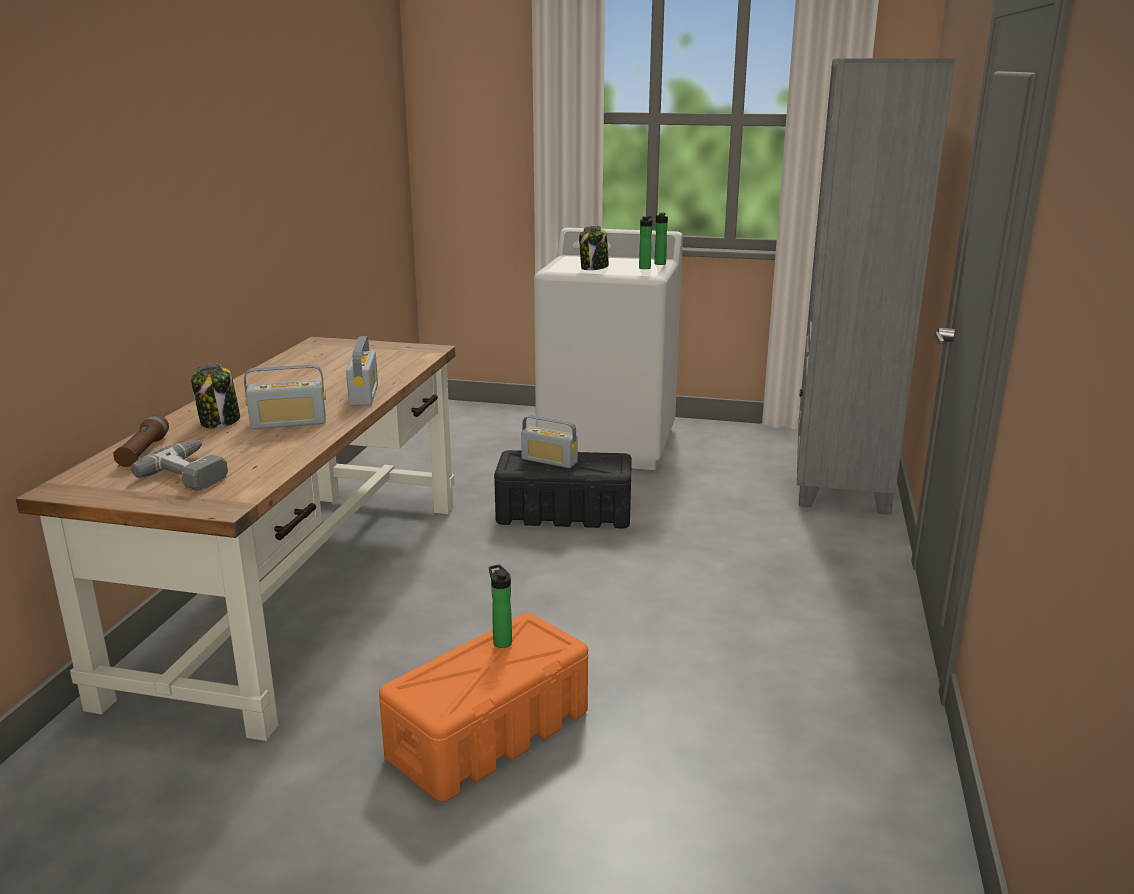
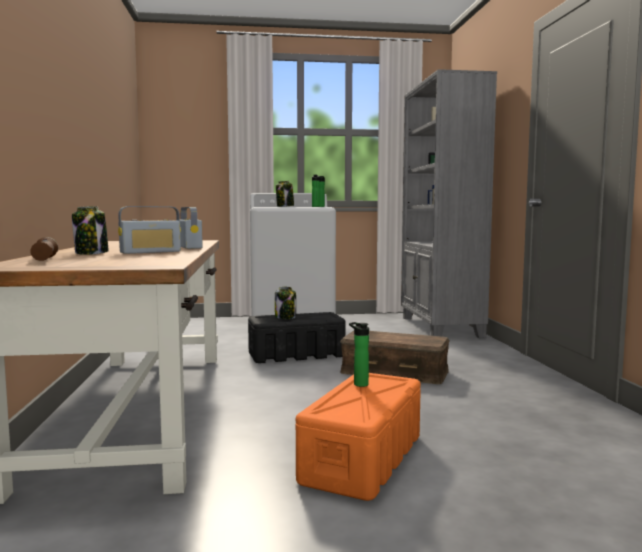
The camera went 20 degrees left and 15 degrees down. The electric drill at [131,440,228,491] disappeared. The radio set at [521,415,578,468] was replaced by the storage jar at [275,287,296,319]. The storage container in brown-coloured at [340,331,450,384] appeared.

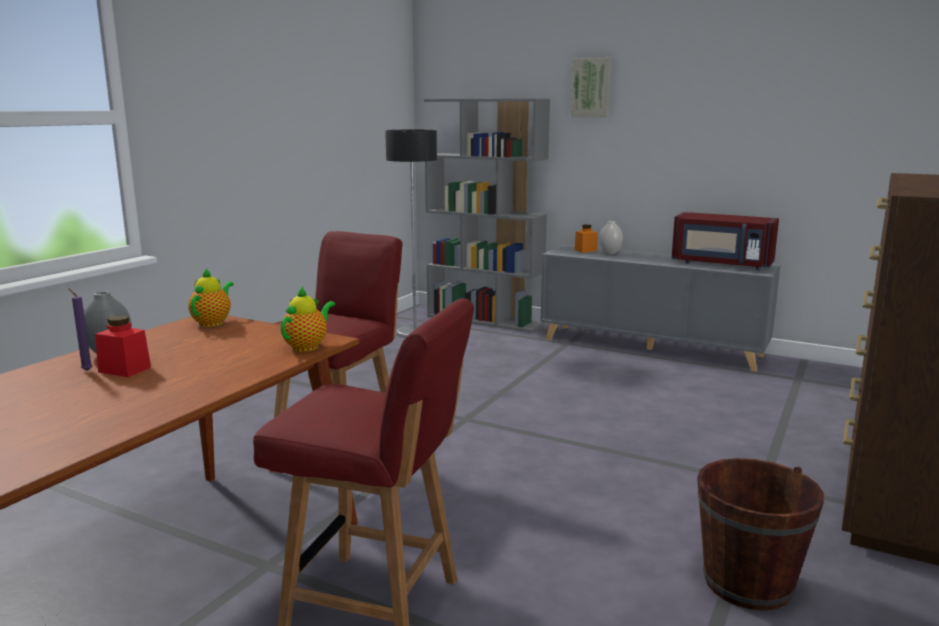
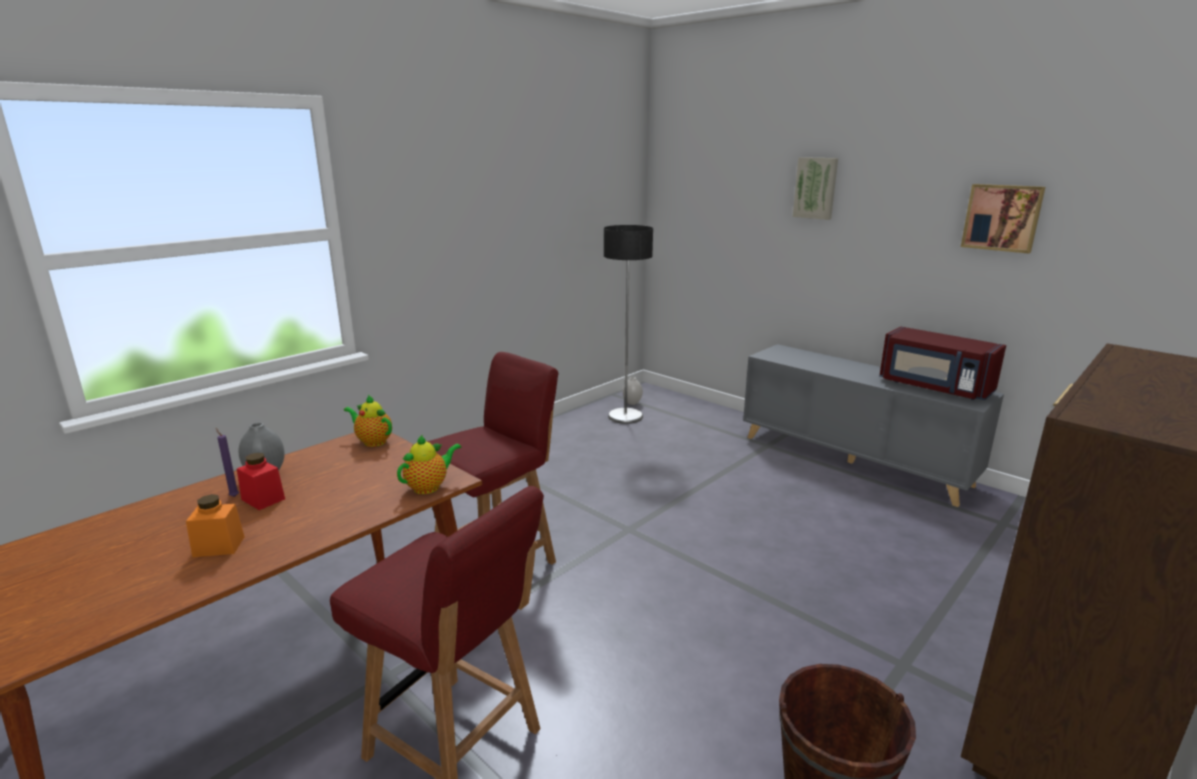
The camera went 15 degrees right and 5 degrees up. The tea pot at [188,268,234,327] turned 90 degrees counterclockwise. The bookcase in greyish at [424,99,550,332] disappeared. The storage jar in orange moved from [574,225,598,253] to [186,494,244,557]. The flower vase in white moved from [599,221,623,254] to [623,377,643,405]. The wall picture at [961,184,1045,254] appeared.

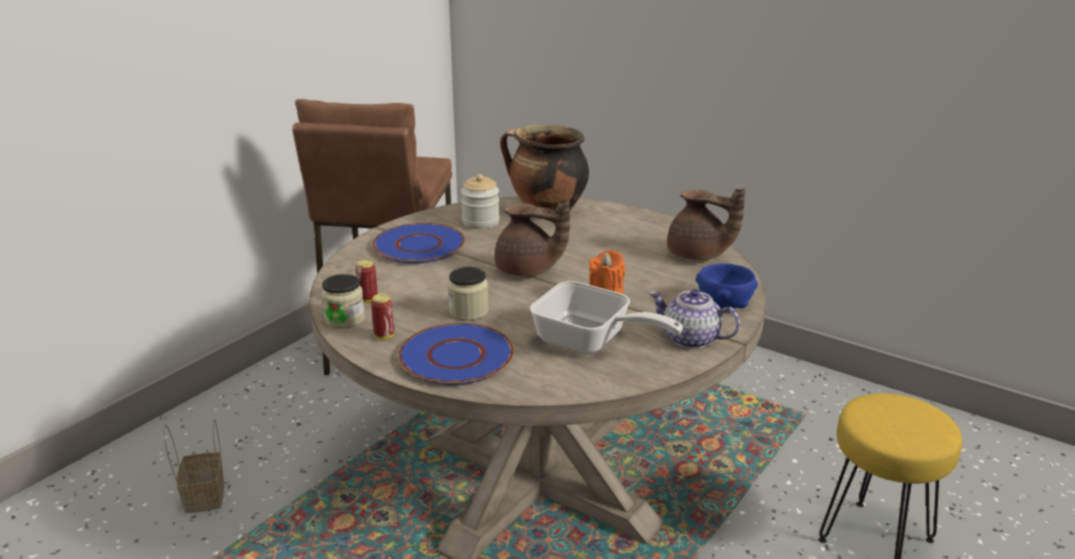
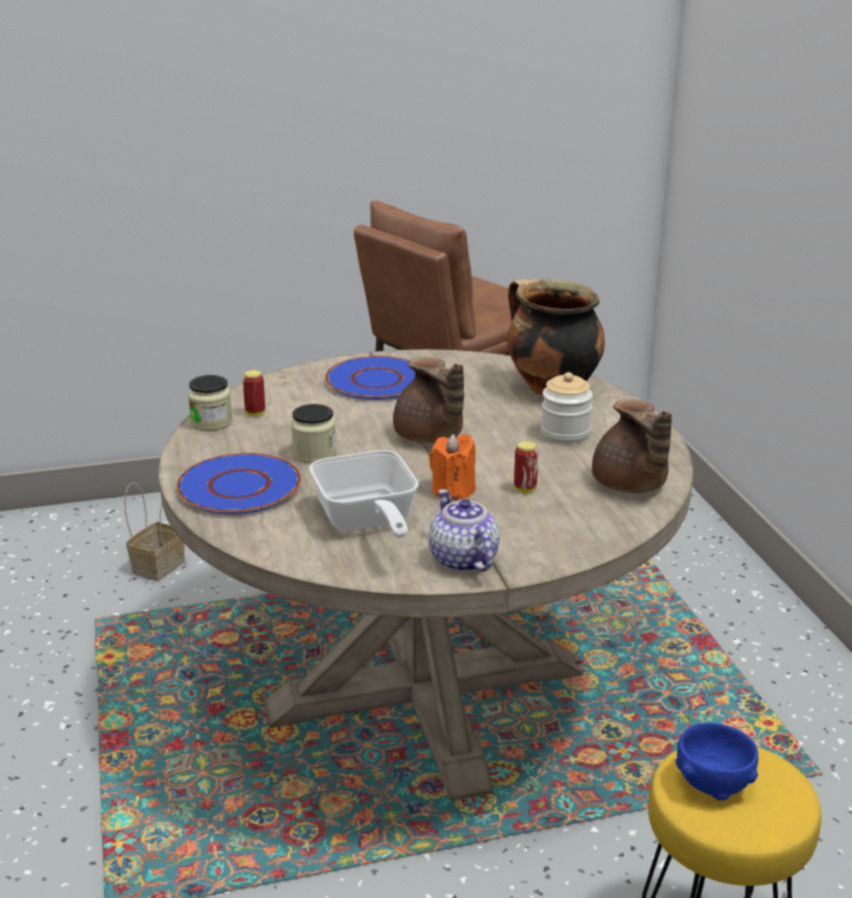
The camera went 40 degrees right and 0 degrees up. The can moved from [371,294,394,340] to [514,441,538,493]. The storage jar moved from [461,174,500,229] to [541,372,593,444]. The serving bowl in bluish moved from [696,263,758,308] to [675,722,758,801].

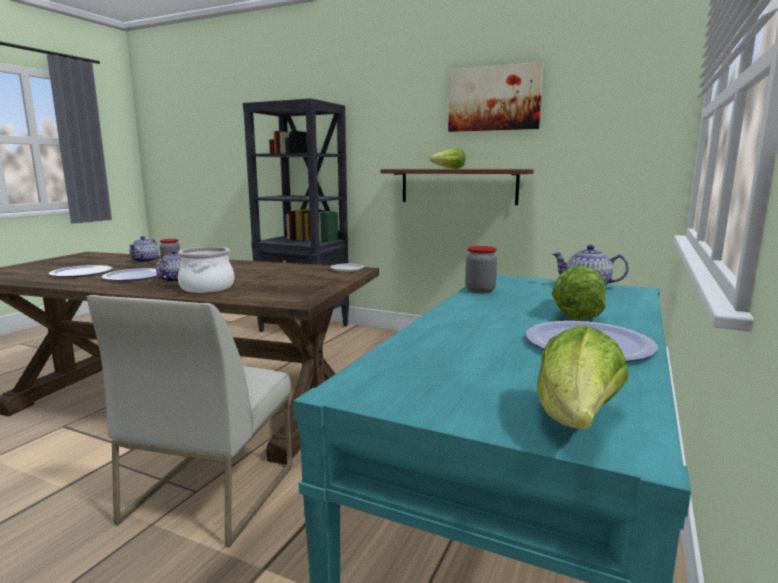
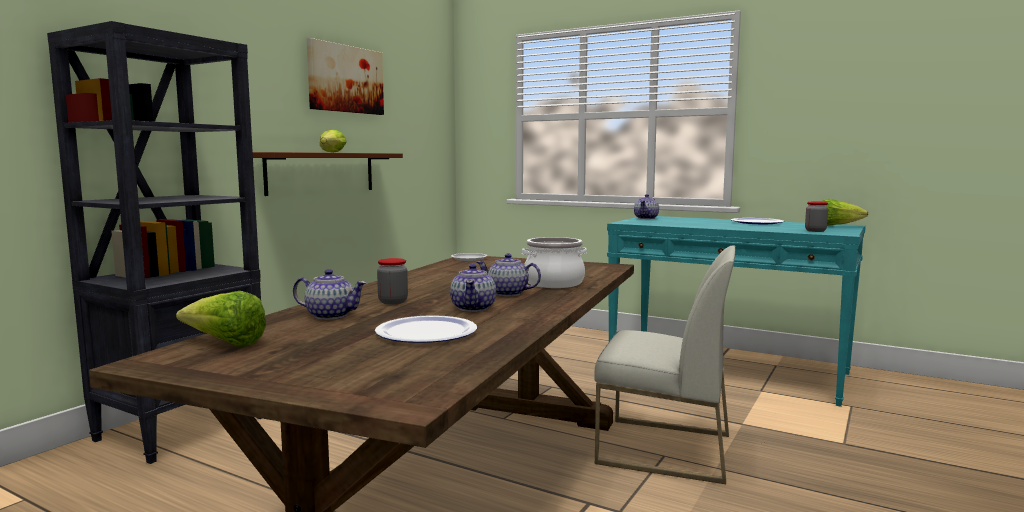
The camera went 85 degrees left and 5 degrees down. The dinner plate at [102,268,158,281] was replaced by the tea pot at [450,264,496,312]. The storage jar moved from [465,246,497,293] to [805,201,828,232]. The head of lettuce moved from [552,266,606,320] to [176,291,266,346].

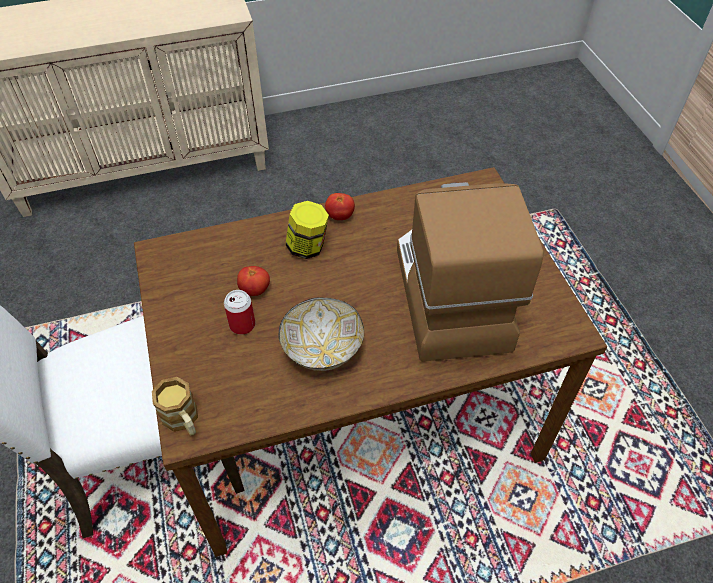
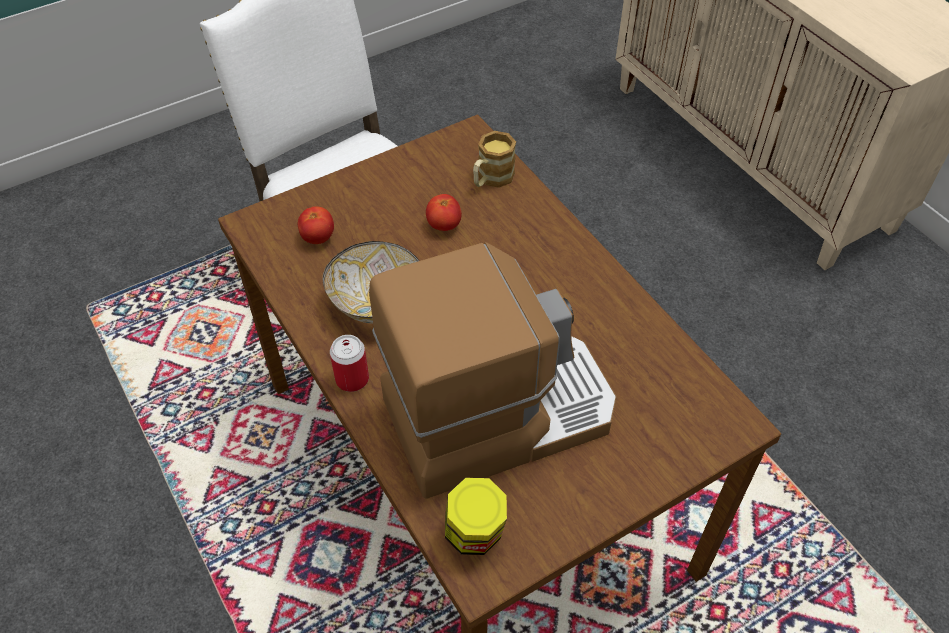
The camera went 75 degrees right and 0 degrees up. The tea mug moved from [152,377,198,436] to [473,131,516,188]. The can moved from [224,290,255,335] to [330,335,369,392]. The storage jar moved from [285,201,329,259] to [445,478,507,555]. The tomato moved from [325,193,355,220] to [298,206,334,244].

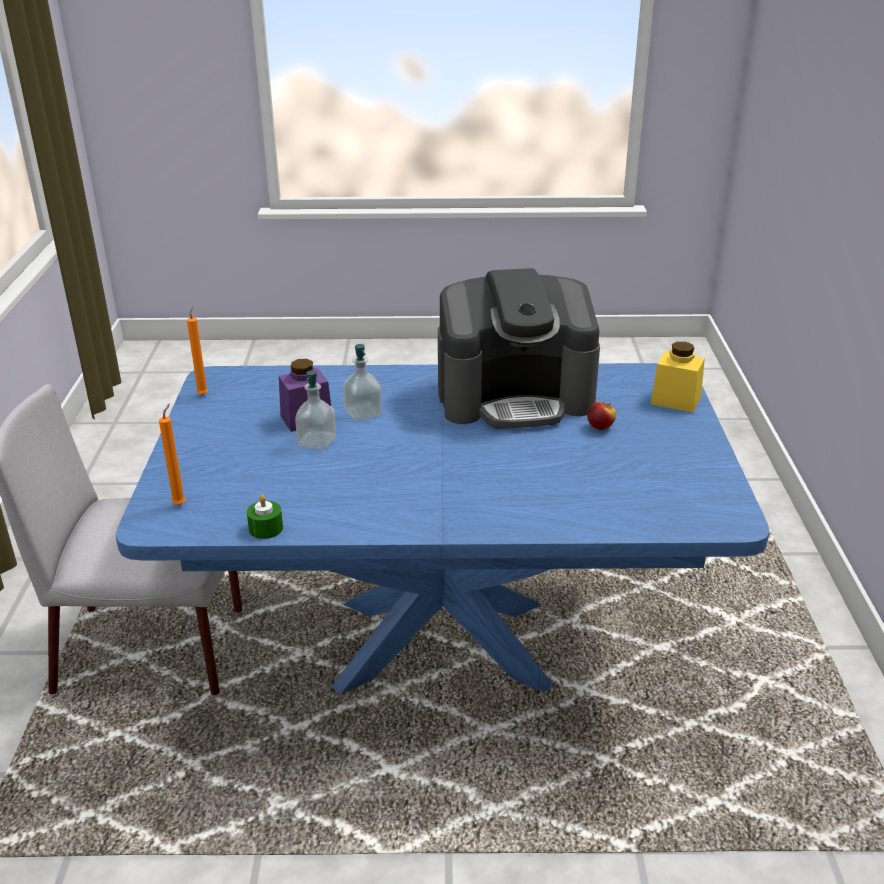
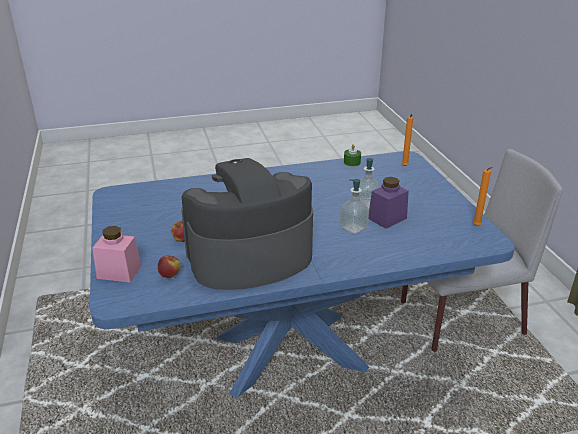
The camera went 165 degrees right and 0 degrees up. The storage jar in yellowish at [651,342,705,413] became the storage jar in pink at [92,226,141,282]. The apple at [158,256,180,278] appeared.

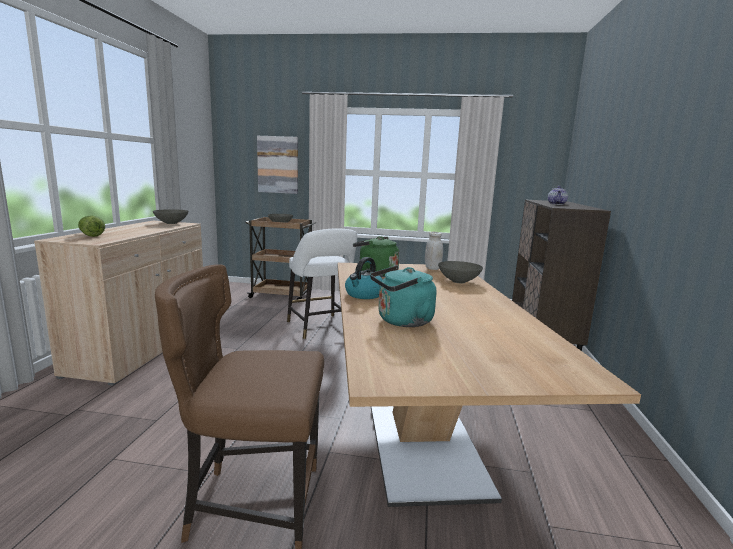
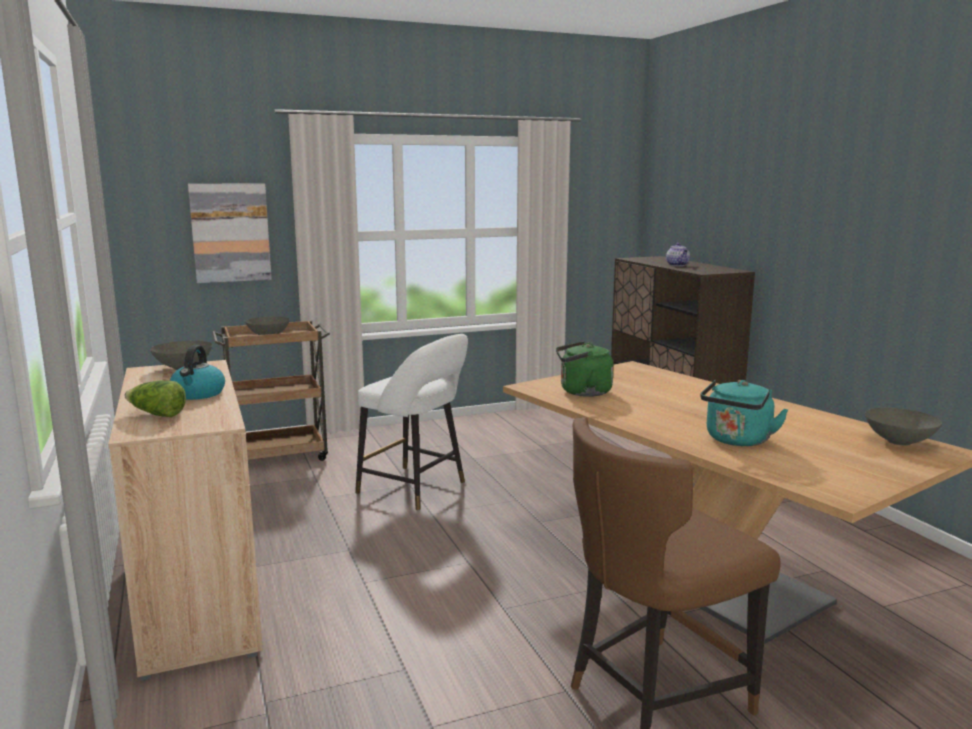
The camera went 30 degrees left and 0 degrees up. The tea kettle moved from [345,257,383,299] to [170,345,225,400]. The storage jar in white at [425,232,443,270] disappeared. The serving bowl in greyish moved from [438,261,483,283] to [865,408,942,446].

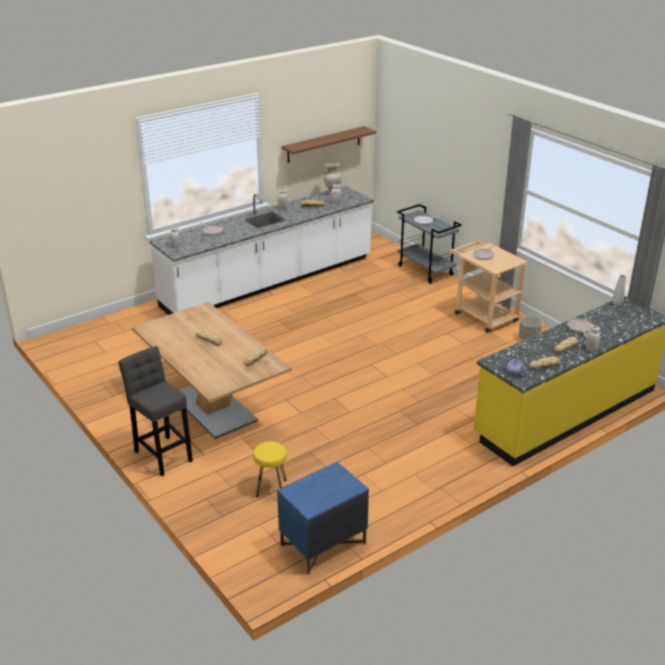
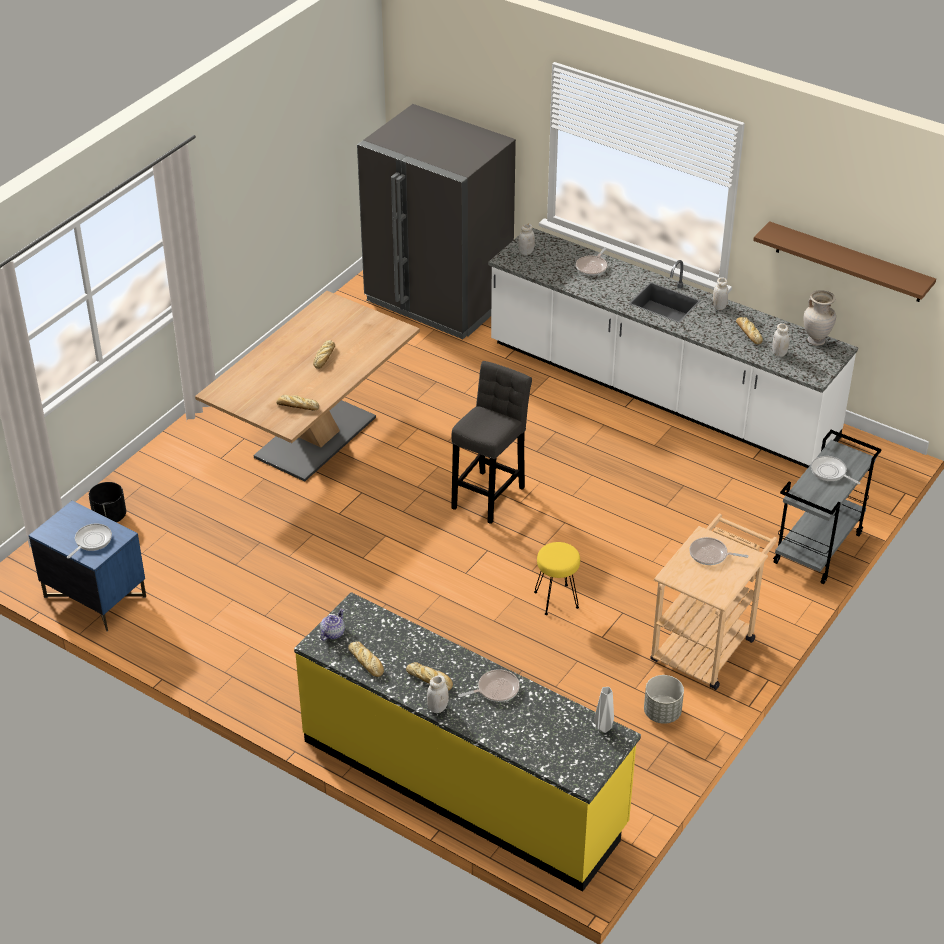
The camera went 70 degrees right and 10 degrees up. The stool in greyish moved from [118,346,193,476] to [451,361,532,524]. The stool in yellowish moved from [253,442,287,497] to [534,542,580,615]. The pan at [67,523,112,558] appeared. The plant pot in black at [89,482,126,523] appeared. The refrigerator in greyish at [357,104,516,339] appeared.

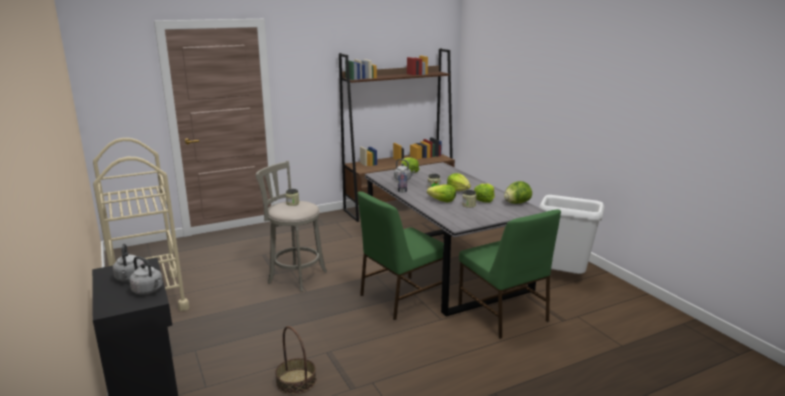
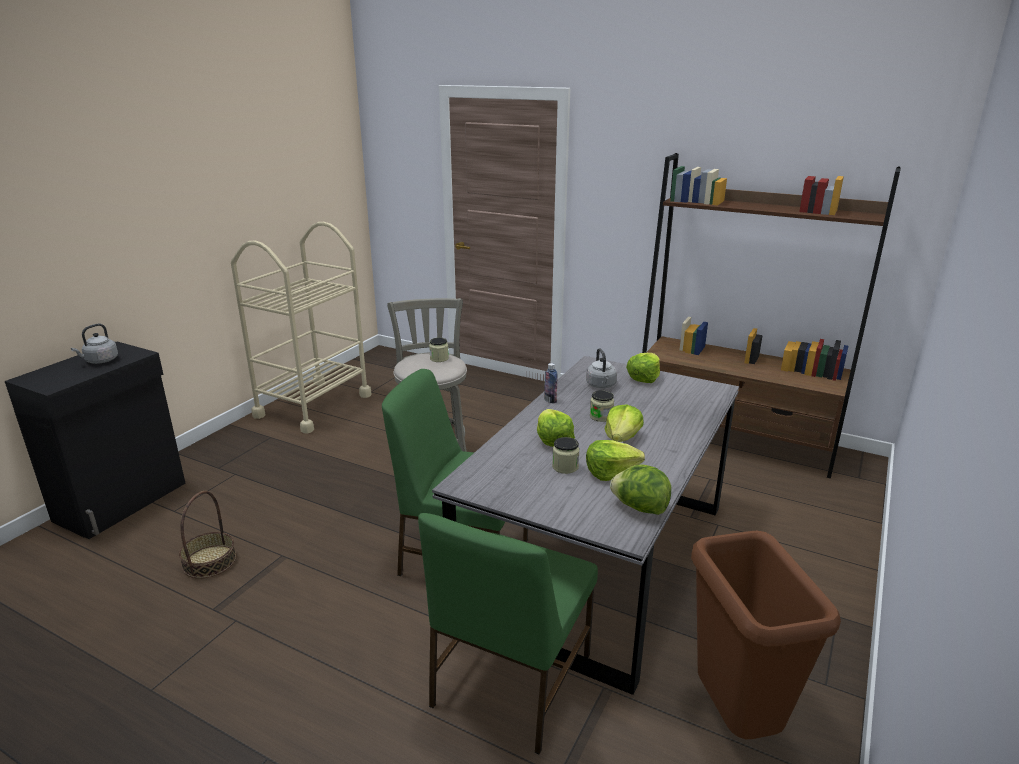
The camera went 55 degrees right and 5 degrees up. The tea kettle in greyish at [129,256,163,295] disappeared. The trash can in white at [539,195,604,274] became the trash can in brown-coloured at [691,531,841,739].

